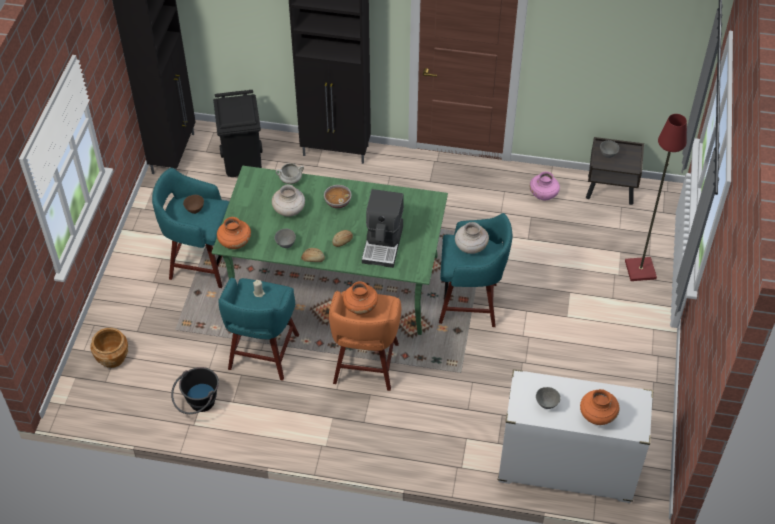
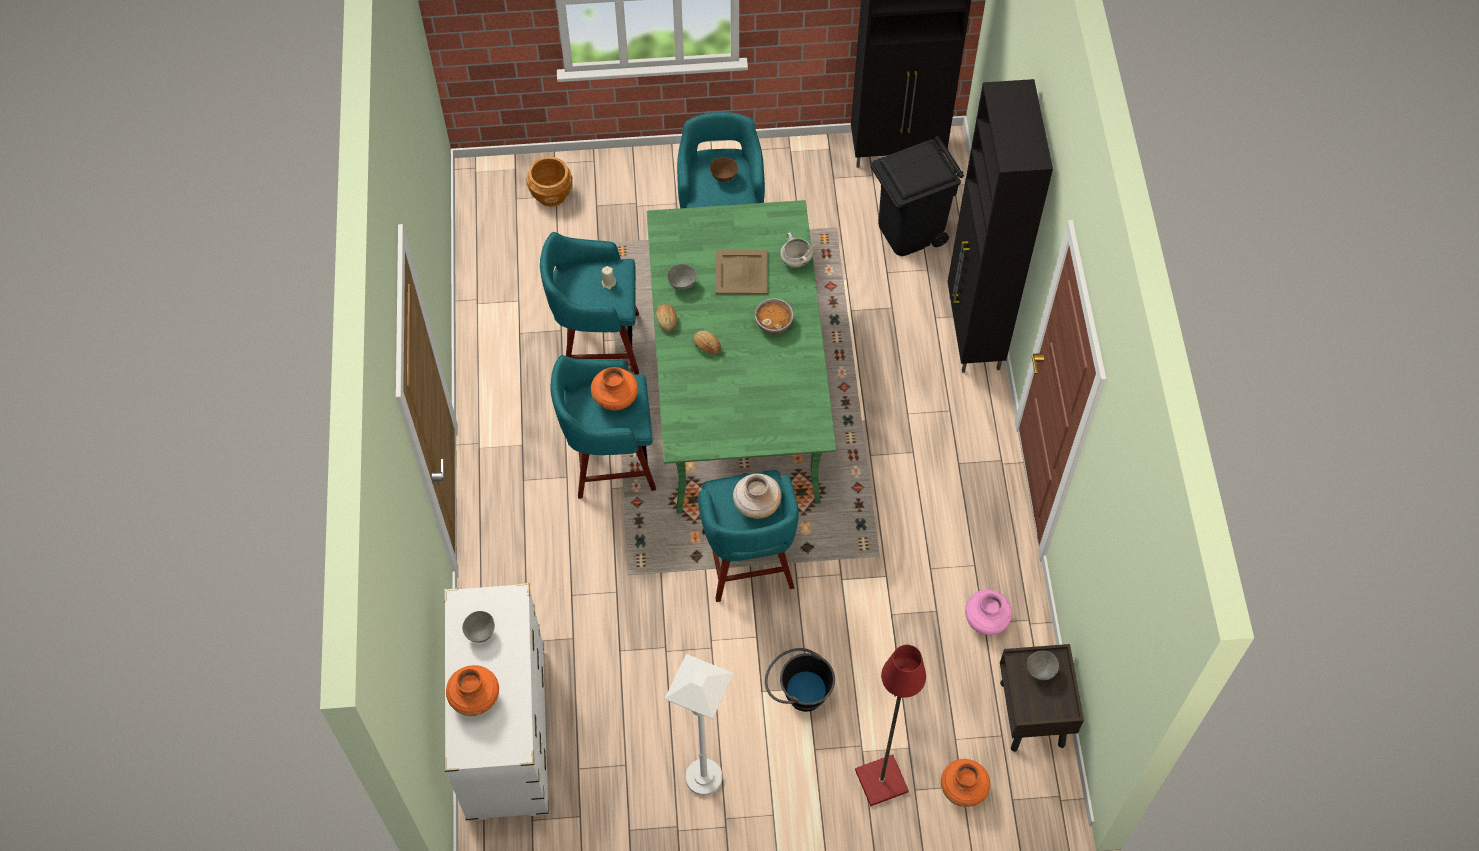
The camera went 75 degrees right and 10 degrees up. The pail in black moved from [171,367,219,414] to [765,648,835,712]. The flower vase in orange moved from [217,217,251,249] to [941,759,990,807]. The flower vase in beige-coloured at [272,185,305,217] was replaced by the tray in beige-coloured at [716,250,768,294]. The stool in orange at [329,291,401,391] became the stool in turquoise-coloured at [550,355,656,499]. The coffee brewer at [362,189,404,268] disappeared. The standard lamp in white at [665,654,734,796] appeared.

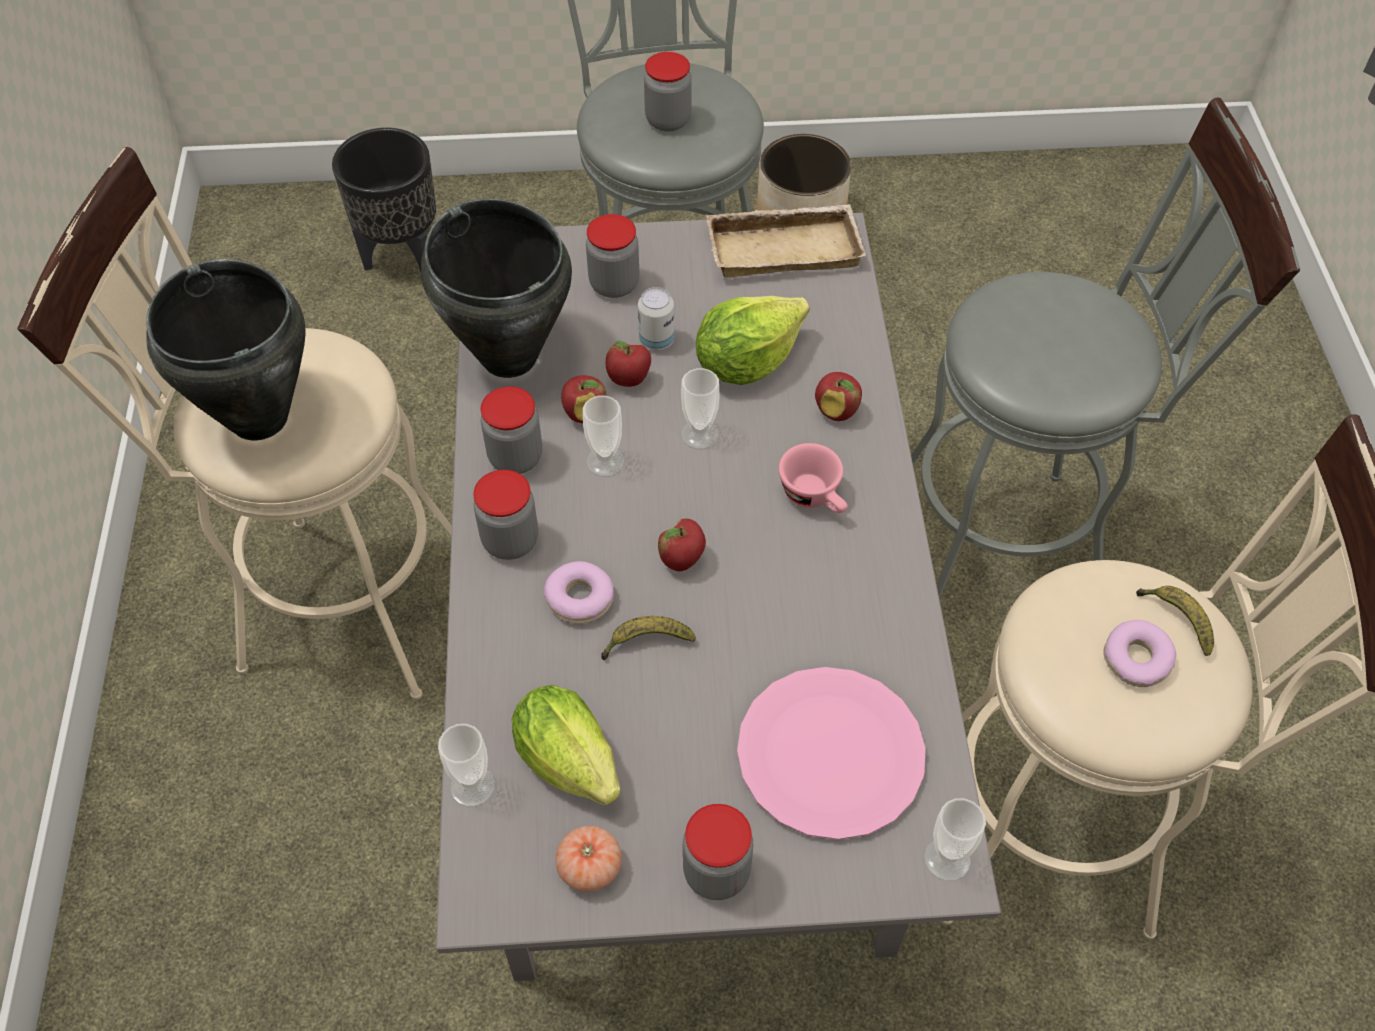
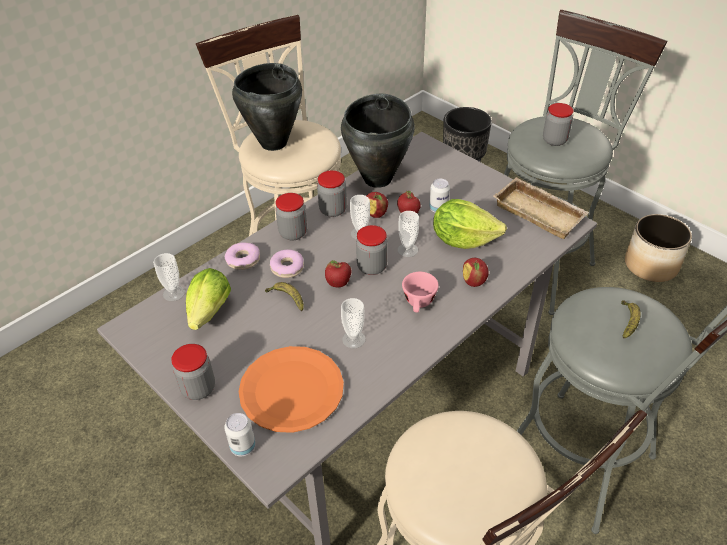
The camera went 50 degrees right and 10 degrees down. The tomato at [555,826,622,892] disappeared. The storage jar moved from [586,214,639,298] to [356,225,388,275]. The dinner plate in pink at [737,667,926,840] became the dinner plate in orange at [238,346,344,433]. The drinking cup moved from [924,798,986,881] to [341,298,366,348]. The donut moved from [1103,620,1176,687] to [224,242,260,270]. The whole banana moved from [1136,586,1214,656] to [621,300,641,339]. The can at [224,413,256,456] appeared.

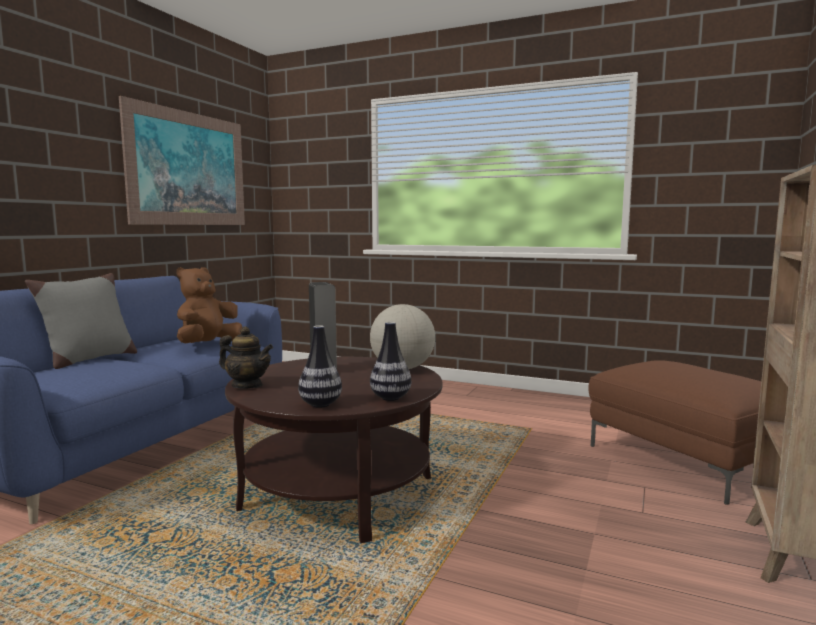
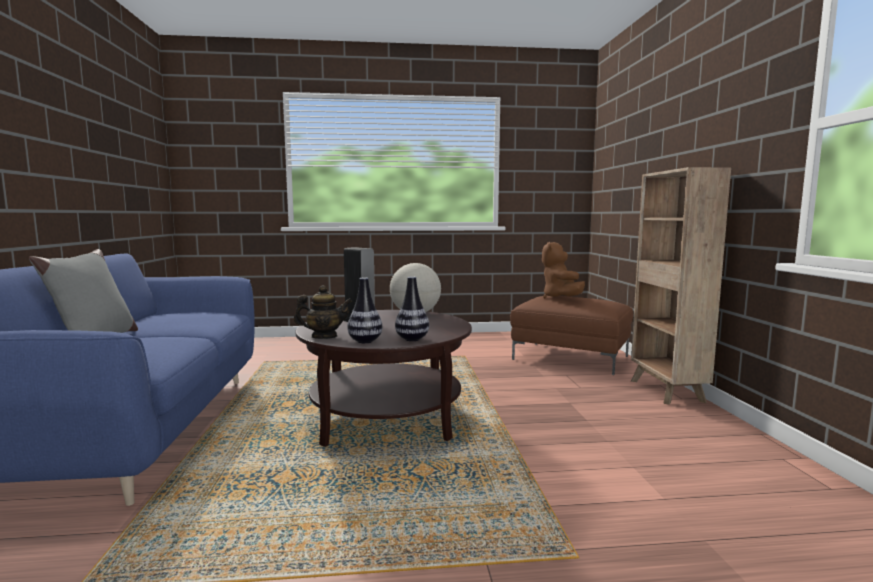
The camera went 30 degrees left and 0 degrees up. The wall picture at [119,96,245,225] disappeared. The soft toy in brown-coloured moved from [176,267,242,343] to [542,242,585,299]. The flower vase moved from [370,322,411,401] to [347,277,382,343].

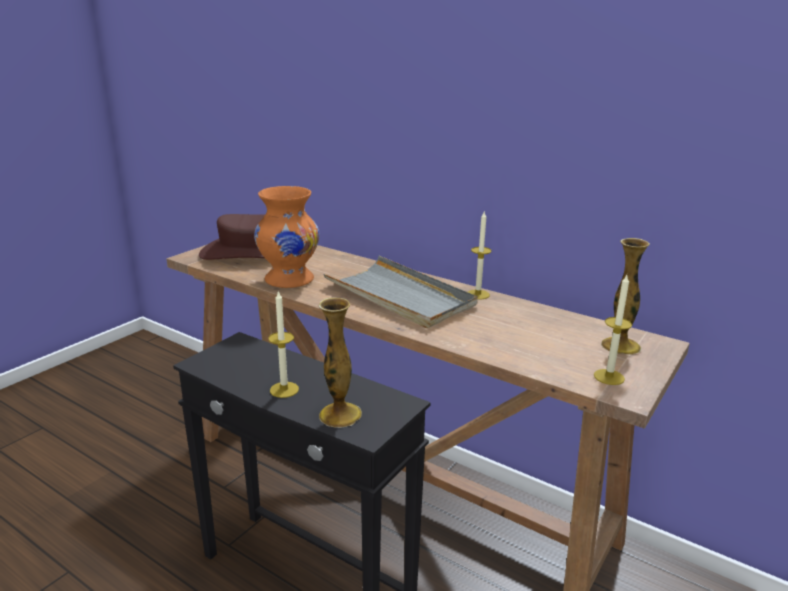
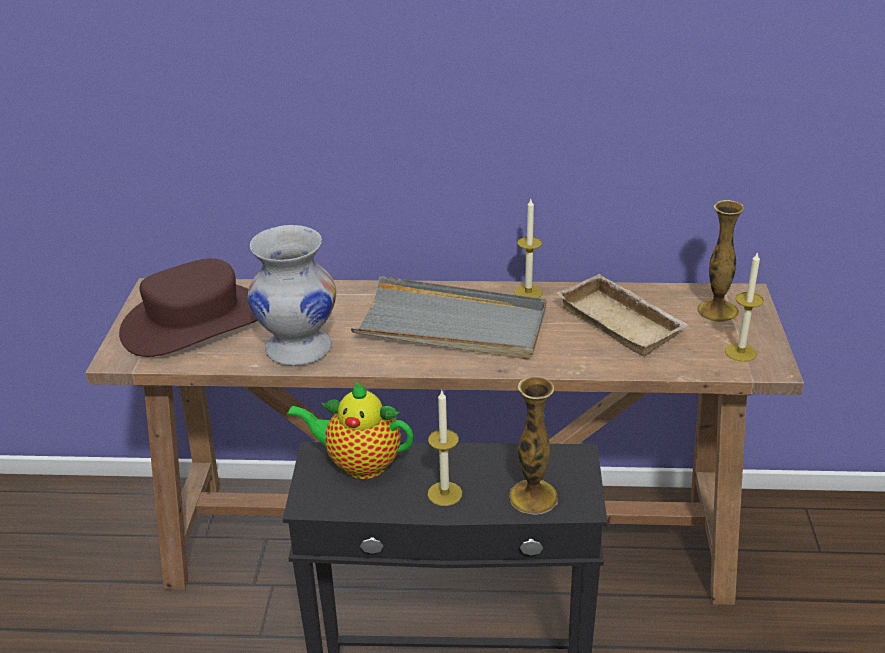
The camera went 30 degrees left and 10 degrees up. The flower vase in orange at [254,186,320,288] became the flower vase in white at [248,225,336,366]. The tea pot at [287,381,413,479] appeared. The tray in beige-coloured at [557,274,689,357] appeared.

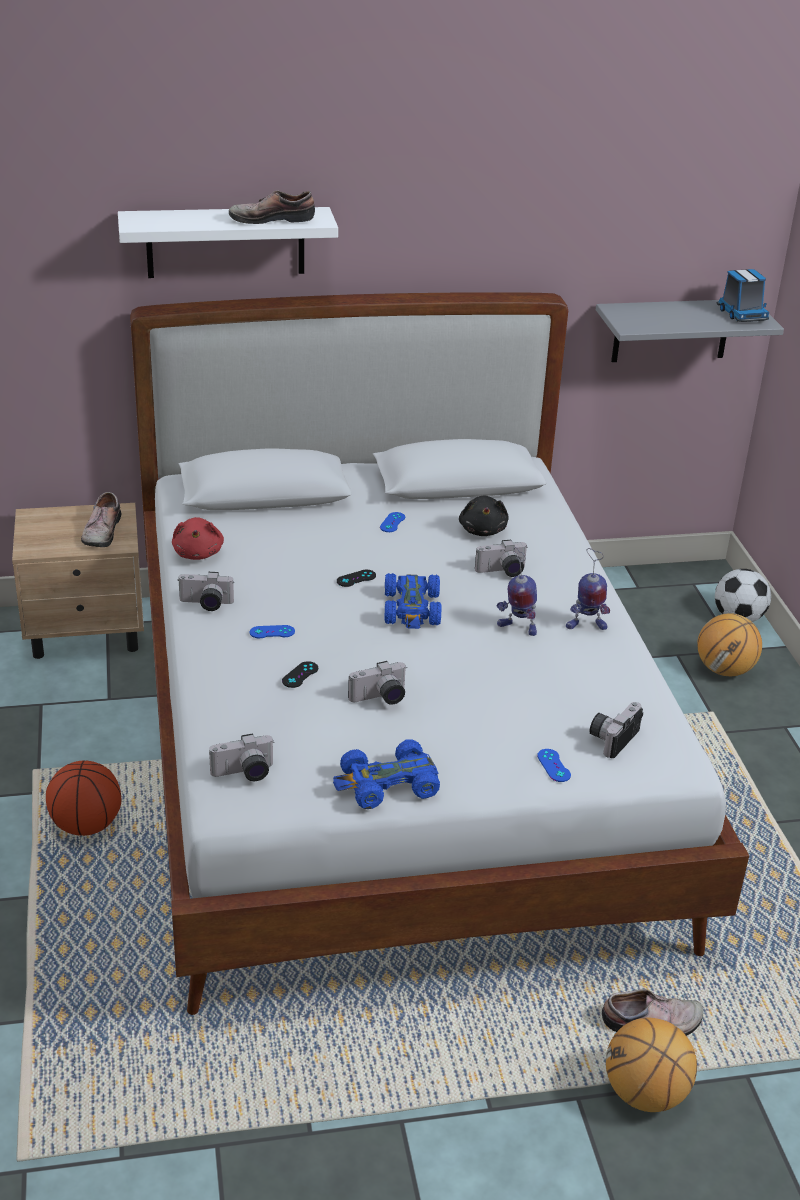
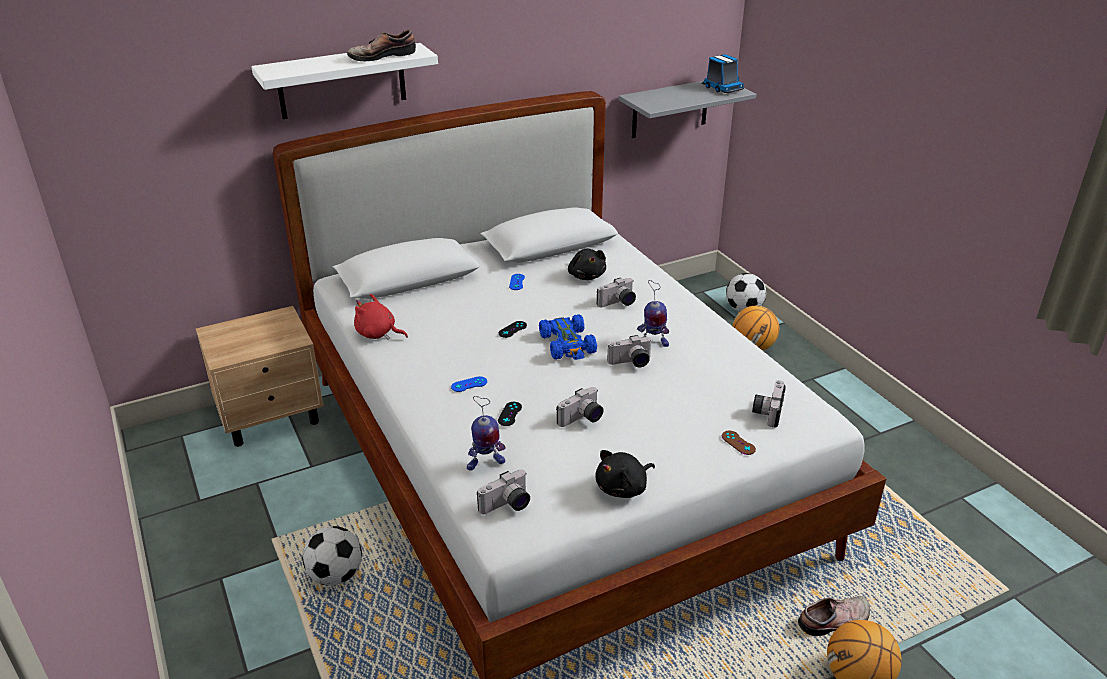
The camera went 15 degrees left and 0 degrees up. The basketball ball at [46,760,121,836] was replaced by the ball for football at [302,526,362,586]. The item of footwear at [81,492,121,547] disappeared. The soft toy in red at [172,517,224,560] turned 135 degrees clockwise. The photo camera moved from [177,572,234,611] to [607,335,652,368]. The miniature car in bluish at [333,739,440,809] was replaced by the soft toy in black at [595,450,655,498]. The game controller in bluish at [537,749,571,782] became the game controller in brown-coloured at [722,431,756,455]. The model robot moved from [566,548,610,630] to [467,396,505,471].

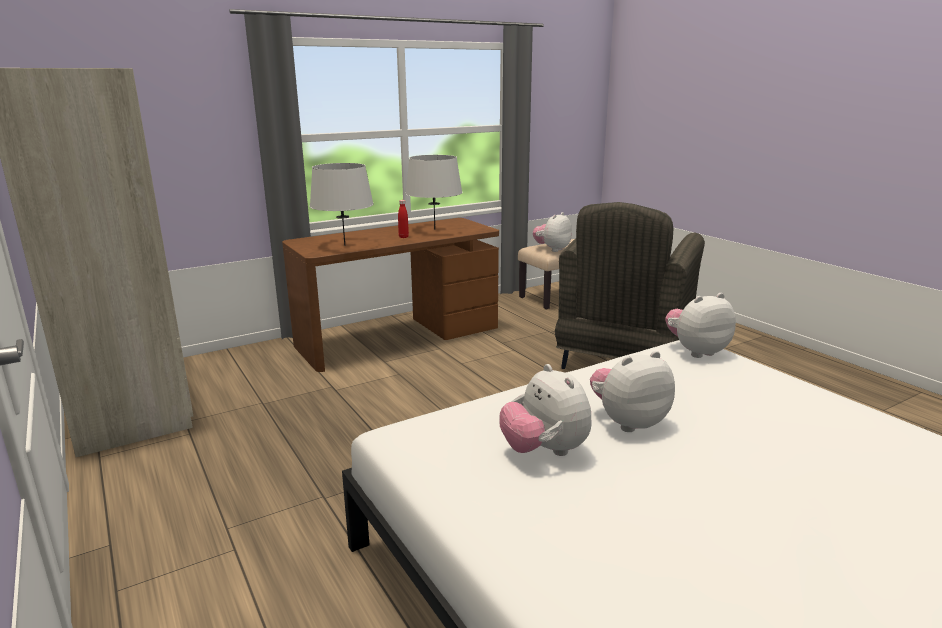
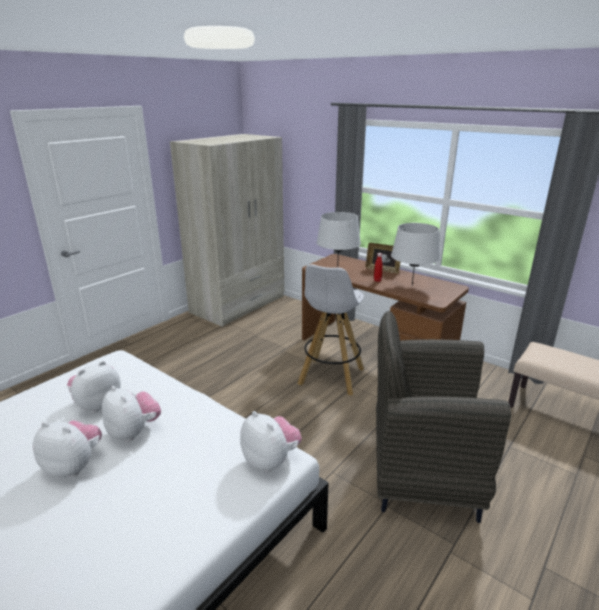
The camera went 70 degrees right and 5 degrees up. The soft toy moved from [533,212,572,252] to [33,421,102,477]. The stool in white at [297,264,364,395] appeared. The standing frame at [365,243,400,274] appeared.

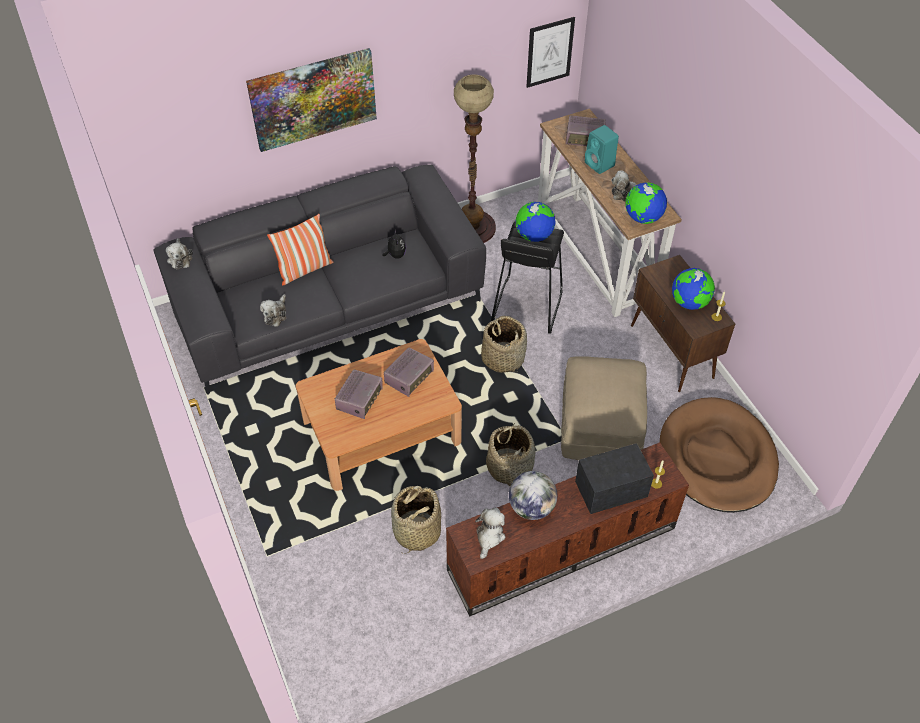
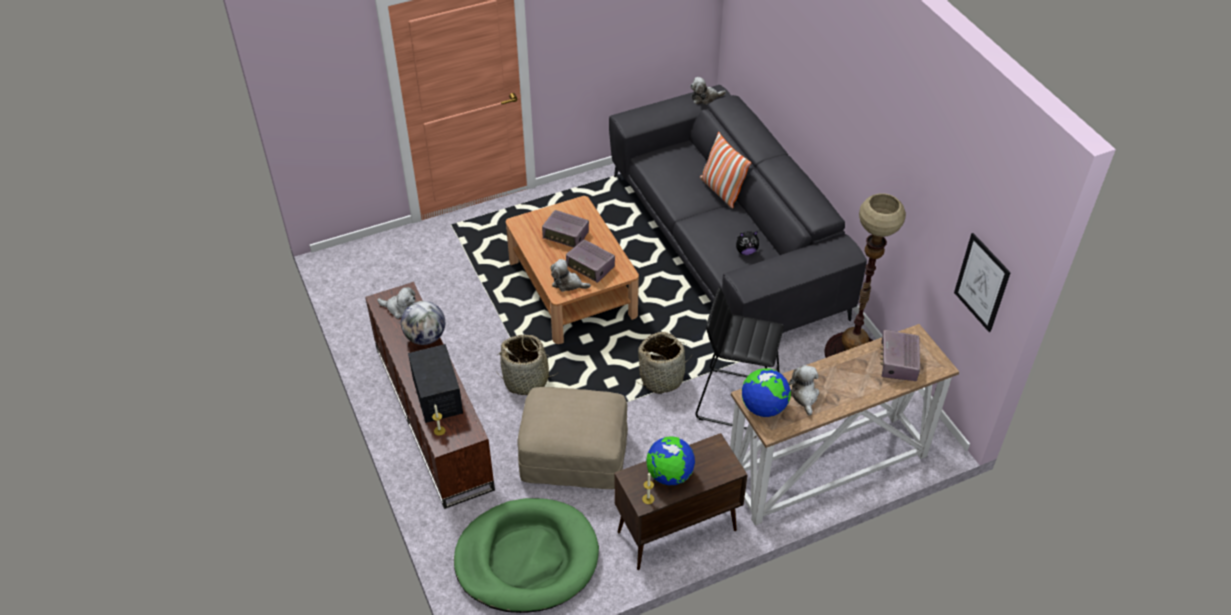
The camera went 90 degrees right and 5 degrees down. The wall picture at [246,48,377,152] disappeared. The soft toy moved from [260,294,287,327] to [551,259,591,292]. The basket at [391,486,441,554] disappeared. The world globe at [516,202,556,242] disappeared. The loudspeaker in turquoise-coloured at [585,125,619,174] disappeared. The dog cushion in brown-coloured at [660,397,779,513] became the dog cushion in green at [454,498,599,613].

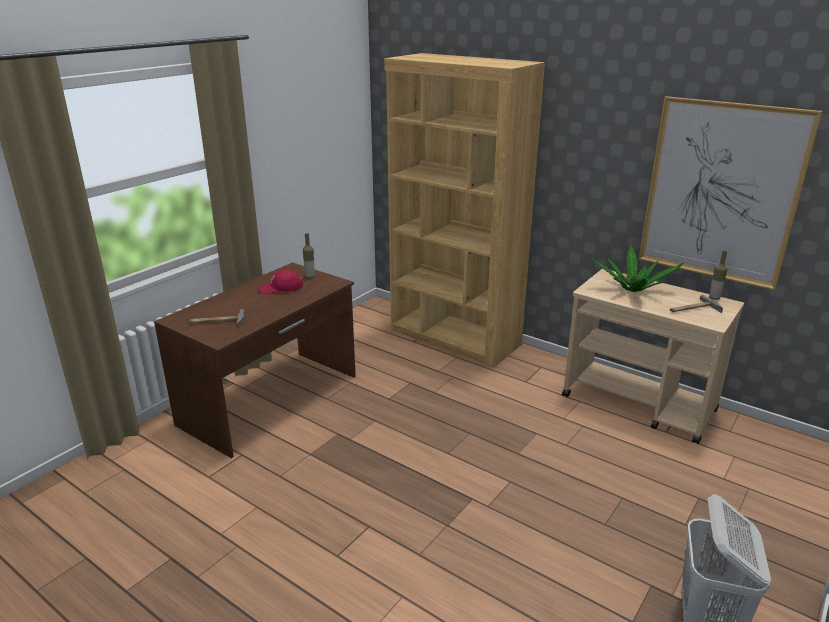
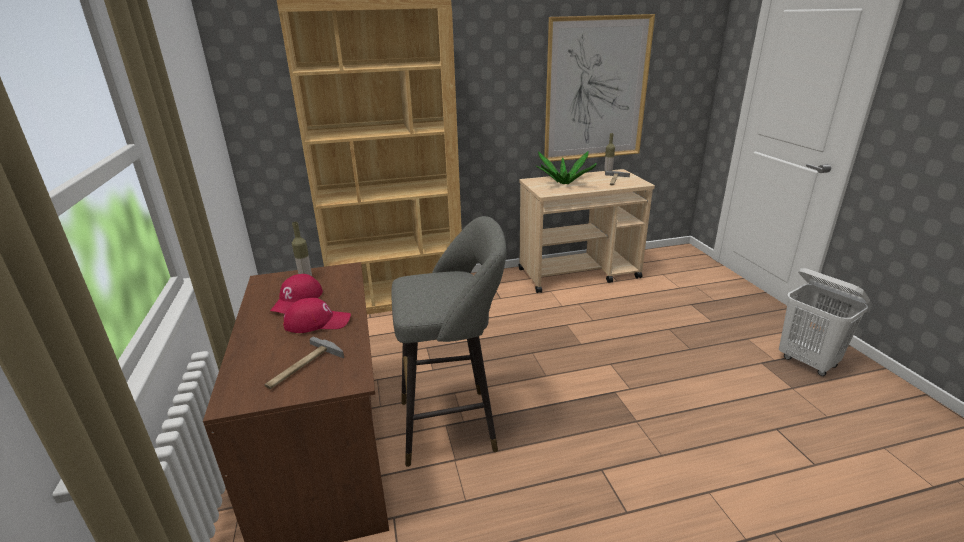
The camera went 50 degrees left and 0 degrees up. The cap in red at [283,298,351,333] appeared. The stool in greyish at [391,216,506,467] appeared.

